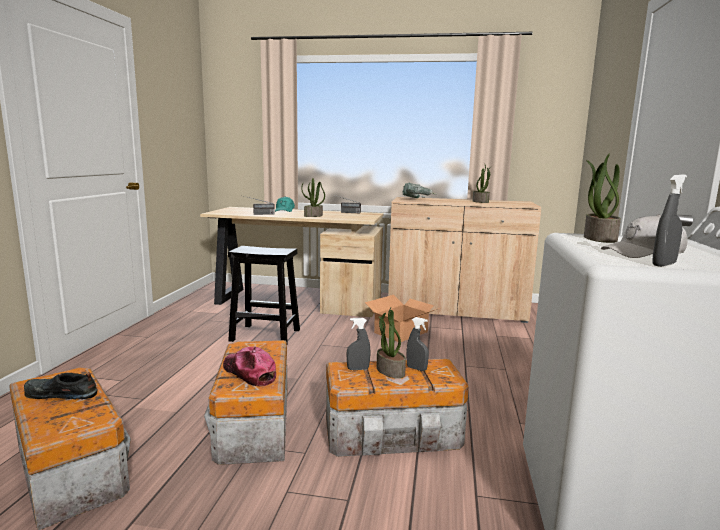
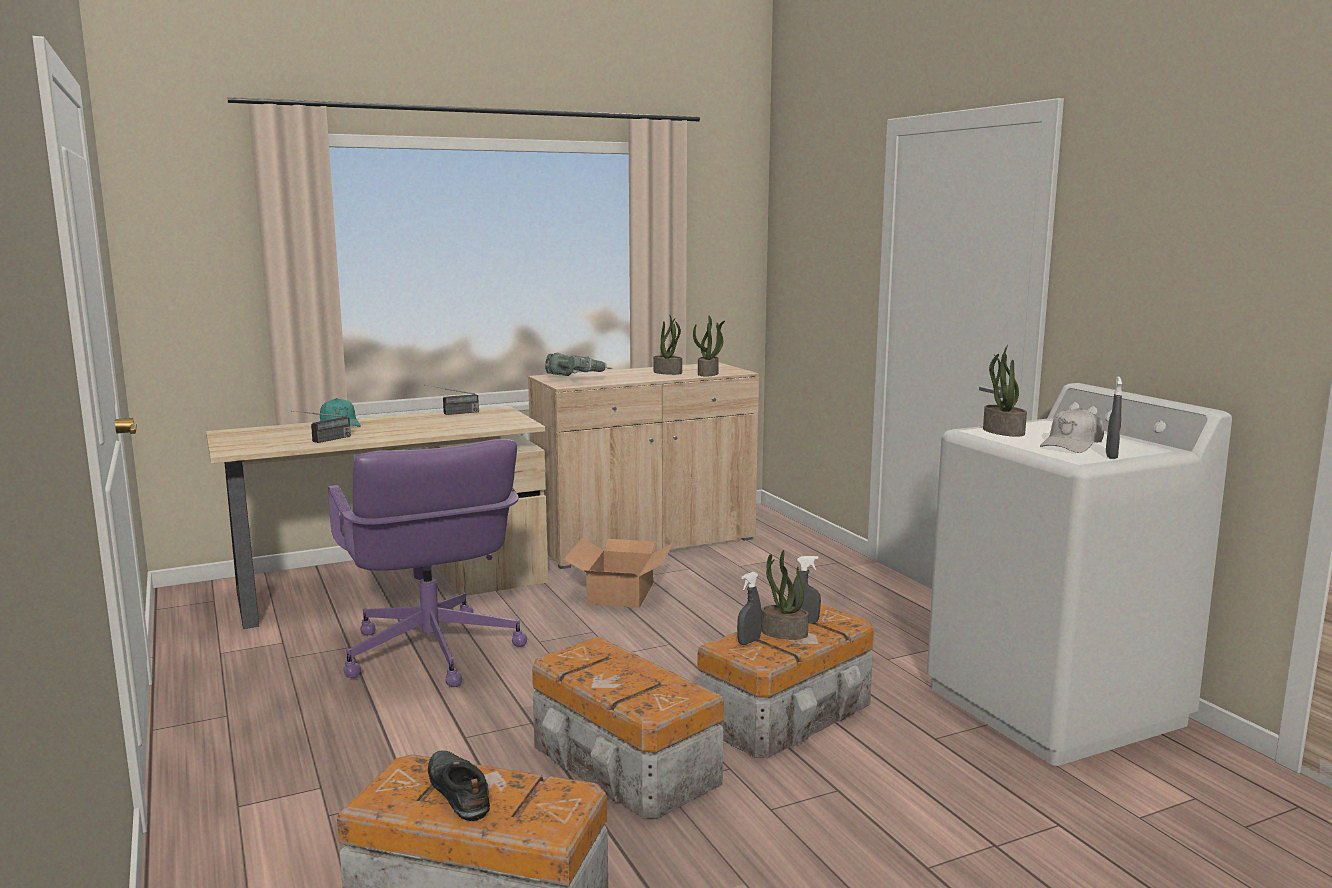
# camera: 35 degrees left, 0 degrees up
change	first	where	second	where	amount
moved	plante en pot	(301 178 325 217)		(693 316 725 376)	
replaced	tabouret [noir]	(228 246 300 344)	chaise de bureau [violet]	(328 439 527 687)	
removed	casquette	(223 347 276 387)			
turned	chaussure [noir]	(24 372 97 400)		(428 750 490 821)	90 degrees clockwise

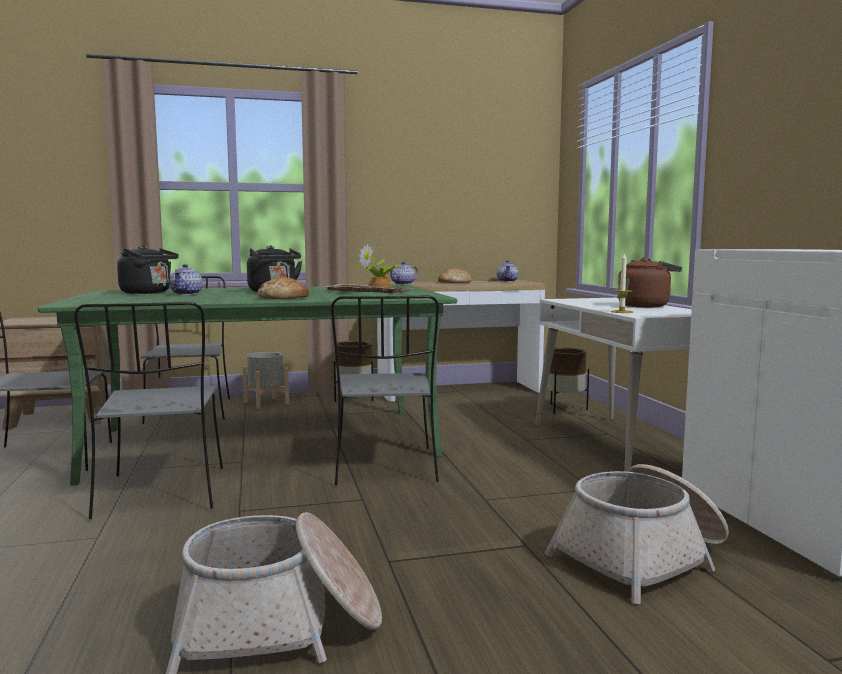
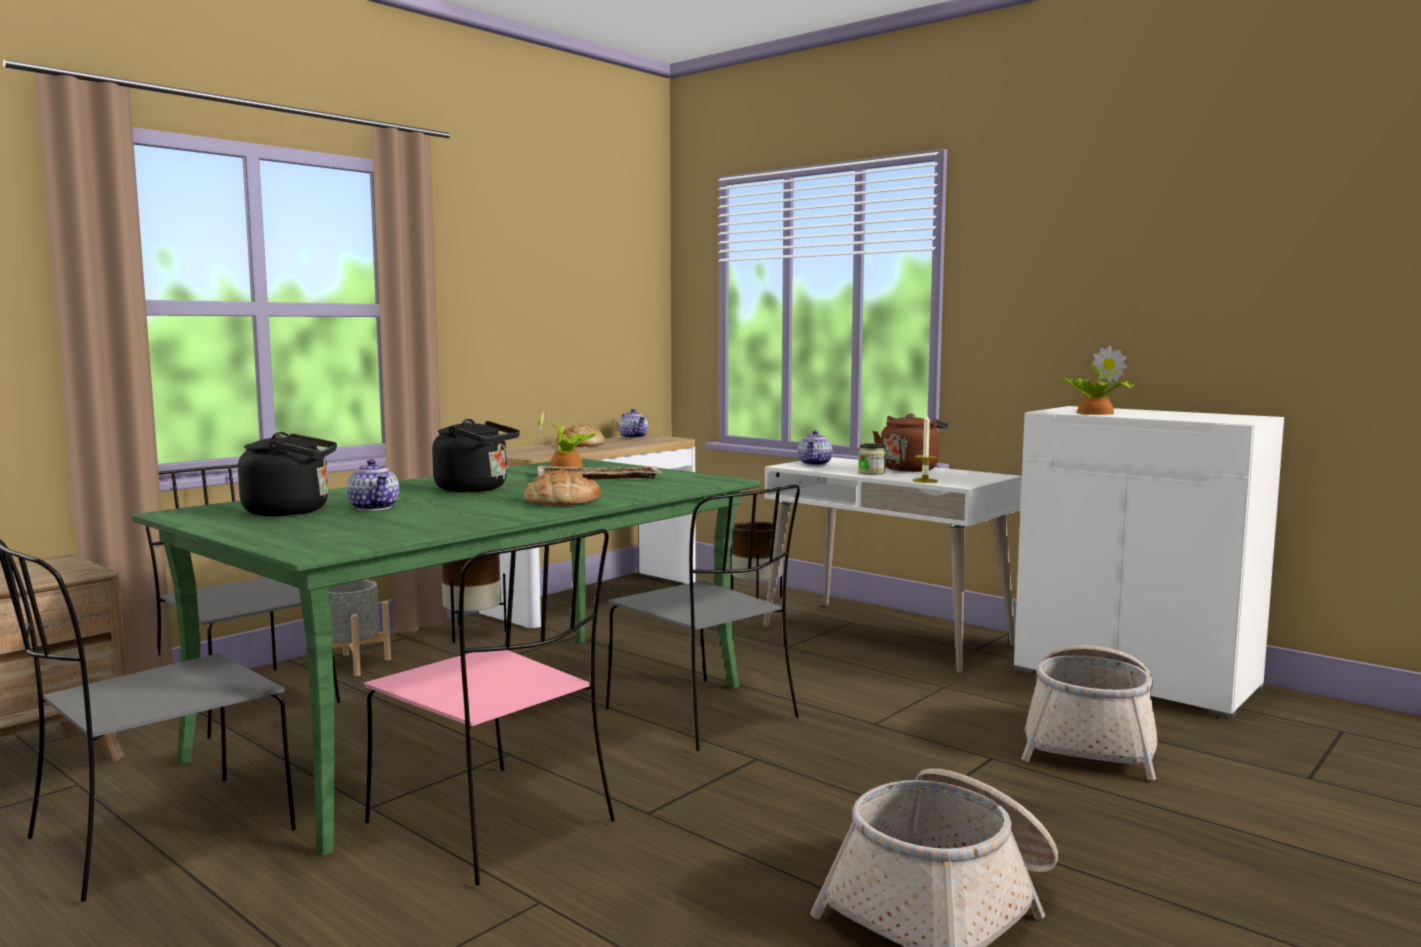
# camera: 35 degrees left, 0 degrees up
change	first	where	second	where	amount
moved	théière	(390 262 419 285)		(798 431 832 466)	
recoloured	chaise [gris]	(74 302 223 519)	chaise [rose]	(364 529 615 886)	
added			plante en pot	(1057 345 1134 415)	
added			bocal	(858 443 886 475)	

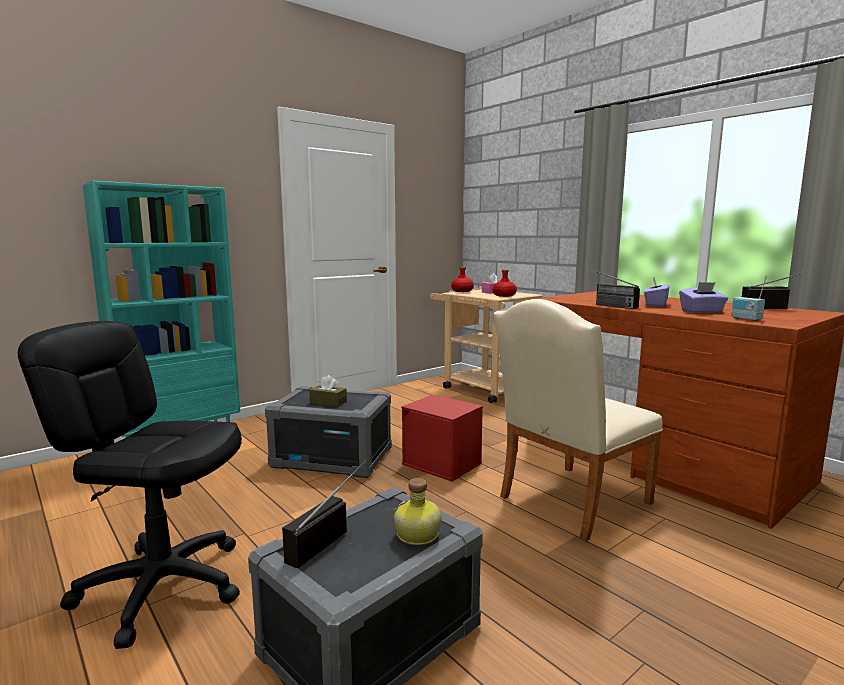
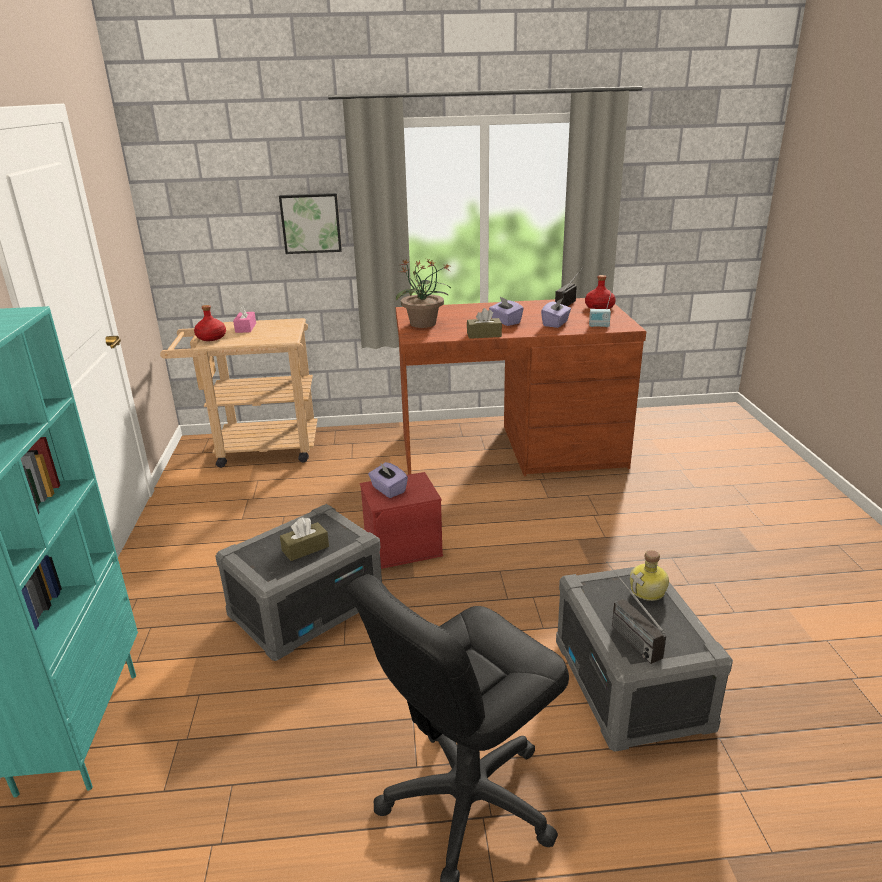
# camera: 55 degrees left, 15 degrees up
change	first	where	second	where	amount
replaced	radio	(584 267 640 309)	boîte à mouchoirs [marron]	(467 308 502 339)	
moved	bouteille [rouge]	(493 270 517 297)		(585 275 616 309)	
removed	chaise [beige]	(493 299 663 542)			
added			tableau	(279 193 342 254)	
added			plante en pot	(396 259 451 328)	
added			boîte à mouchoirs [violet]	(368 462 408 498)	

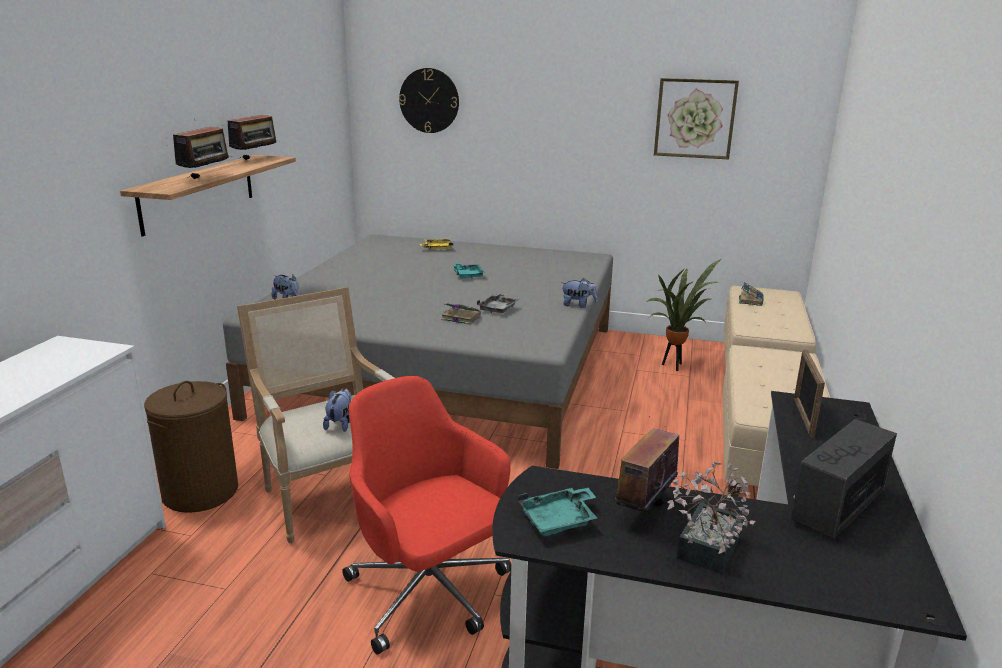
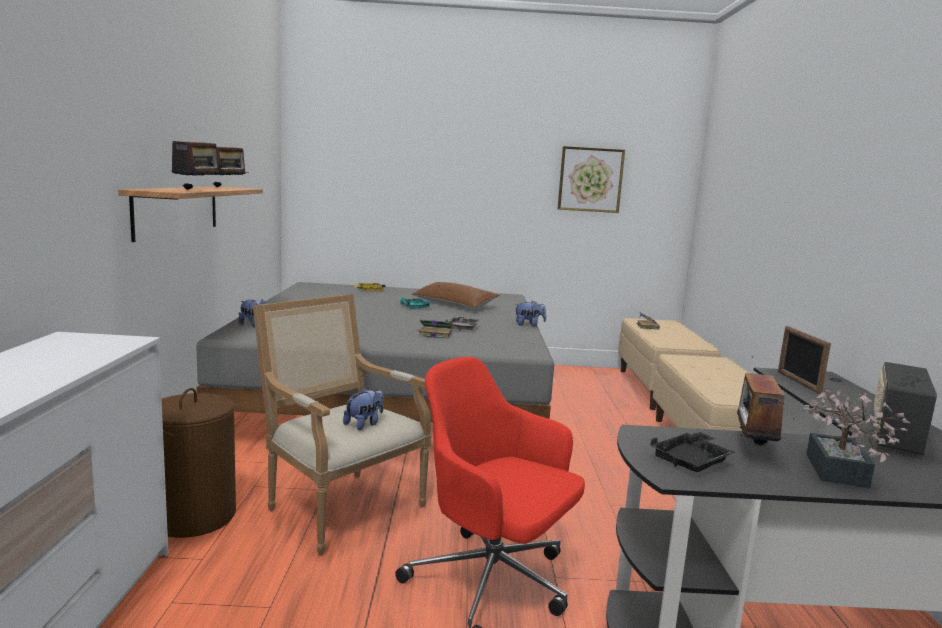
# camera: 15 degrees left, 10 degrees down
change	first	where	second	where	amount
removed	horloge murale	(399 68 459 133)			
removed	plante en pot	(646 259 721 371)			
turned	peluche	(323 388 351 432)		(343 388 383 430)	45 degrees clockwise
recoloured	plateau [turquoise]	(518 487 597 536)	plateau [noir]	(651 432 735 472)	
added			coussin [marron]	(412 282 500 309)	

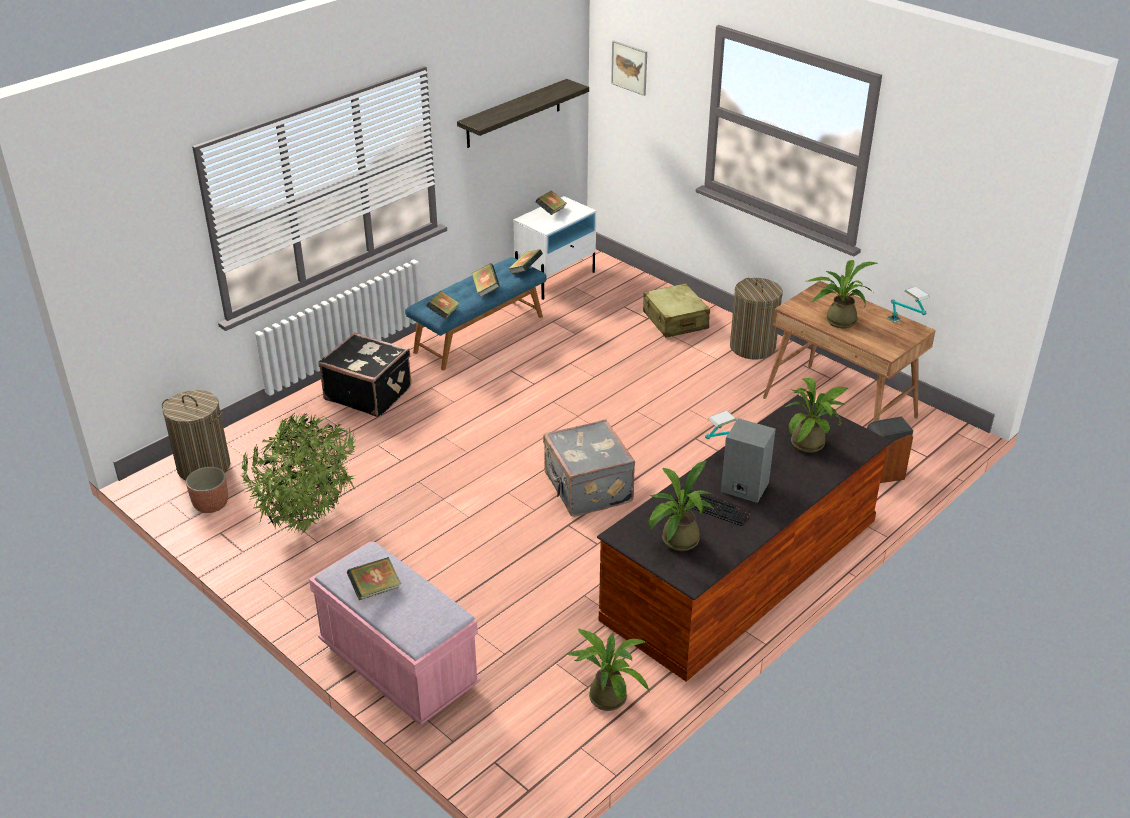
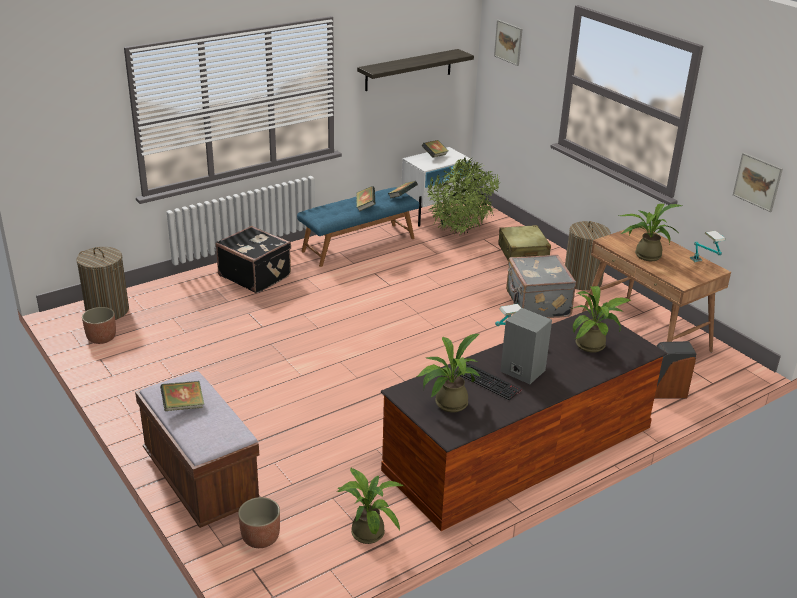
# camera: 10 degrees right, 5 degrees down
change	first	where	second	where	amount
removed	livre	(426 291 460 319)			
moved	plante en pot	(242 413 356 535)		(427 158 500 235)	
moved	valise [gris]	(543 419 635 517)		(506 255 576 319)	
recoloured	banc [rose]	(309 541 481 725)	banc [marron]	(135 371 261 528)	
added			tableau	(733 153 783 212)	
added			cache-pot	(238 497 280 548)	

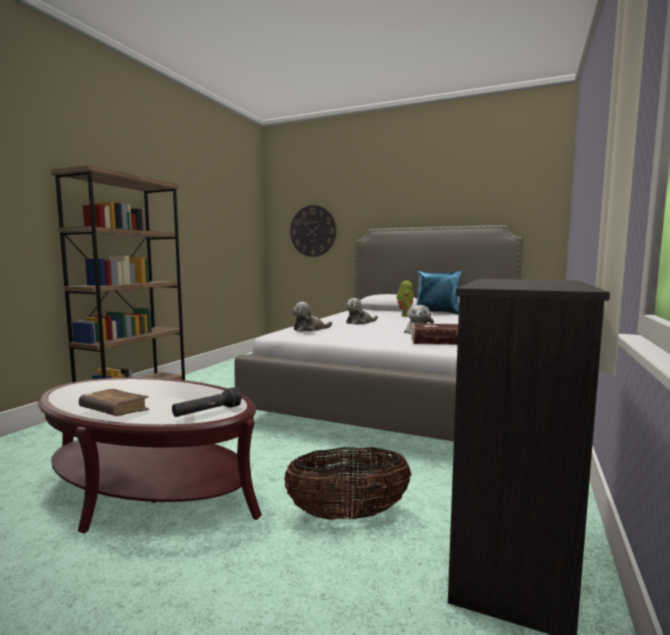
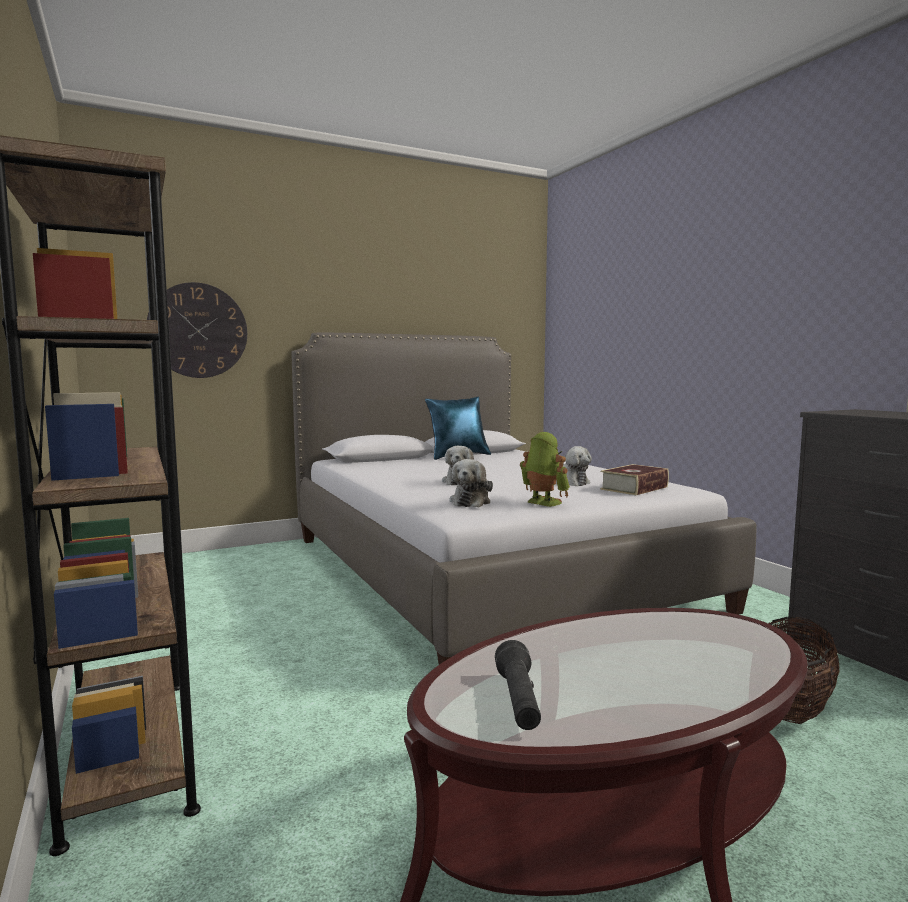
# camera: 50 degrees left, 0 degrees up
change	first	where	second	where	amount
moved	robot jouet	(396 280 414 317)		(520 432 570 507)	
moved	lampe de poche [noir]	(172 387 241 417)		(495 640 541 730)	
removed	livre [marron]	(79 389 149 416)			

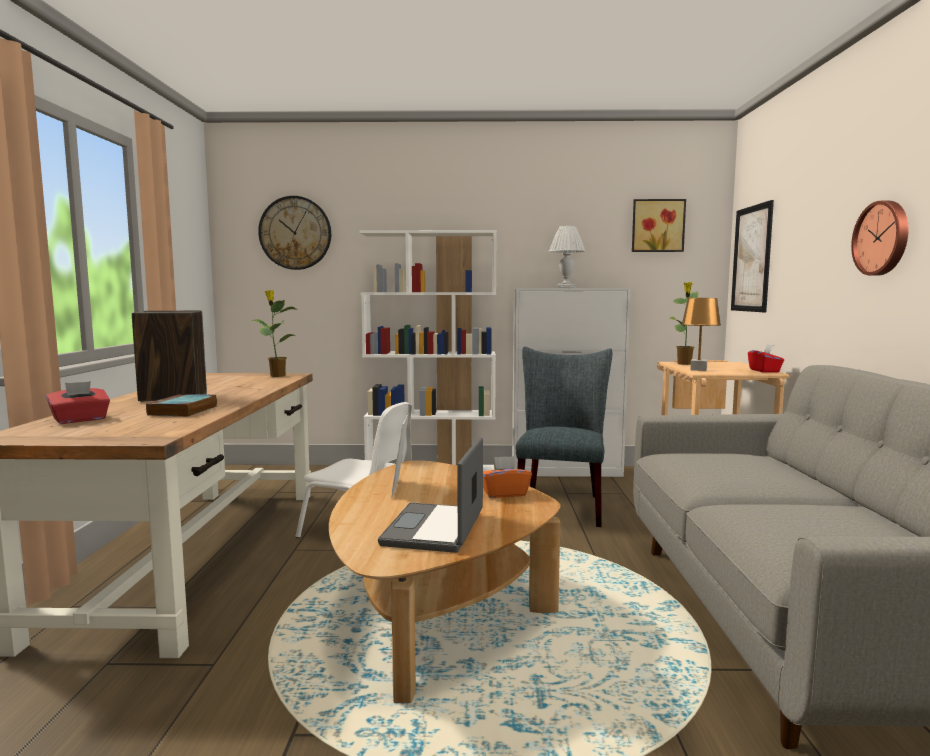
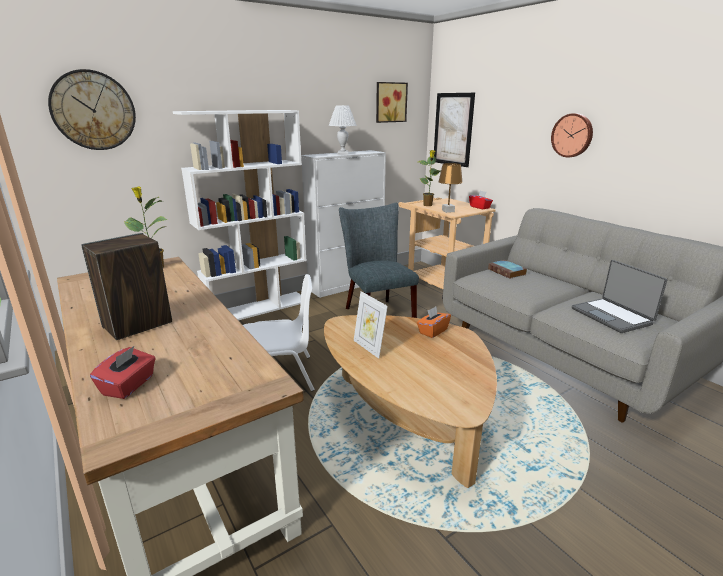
# camera: 35 degrees left, 15 degrees up
change	first	where	second	where	amount
moved	livre	(146 394 217 417)		(488 260 527 279)	
moved	ordinateur portable	(378 437 483 553)		(572 260 667 333)	

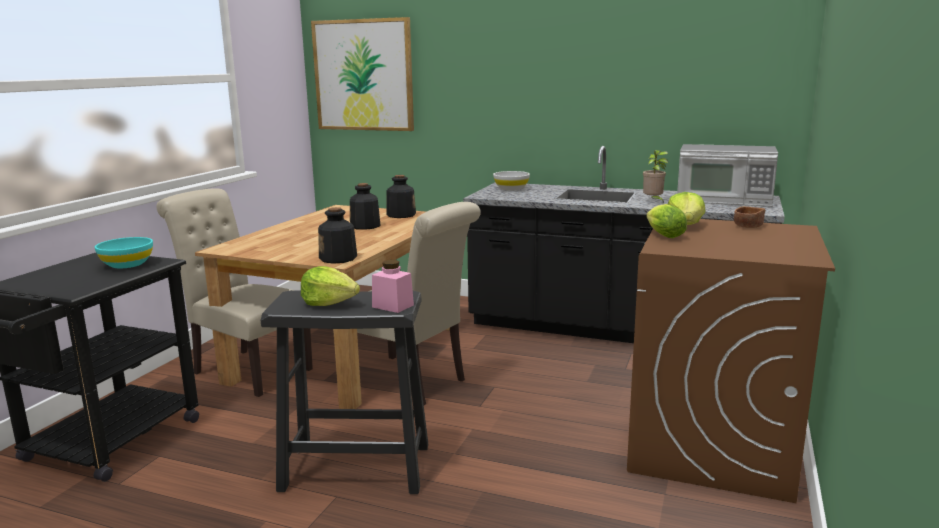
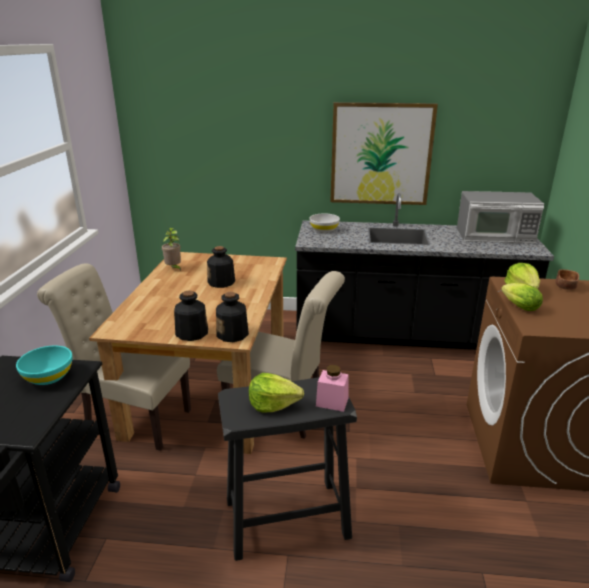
# camera: 15 degrees left, 10 degrees up
change	first	where	second	where	amount
moved	tableau	(311 17 414 131)		(330 102 438 205)	
moved	plante en pot	(643 150 668 203)		(162 228 181 271)	
moved	bouteille	(386 175 416 218)		(174 290 208 341)	

